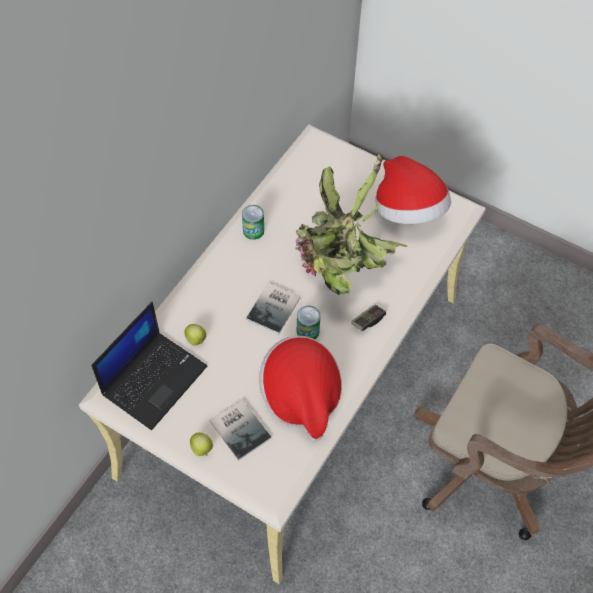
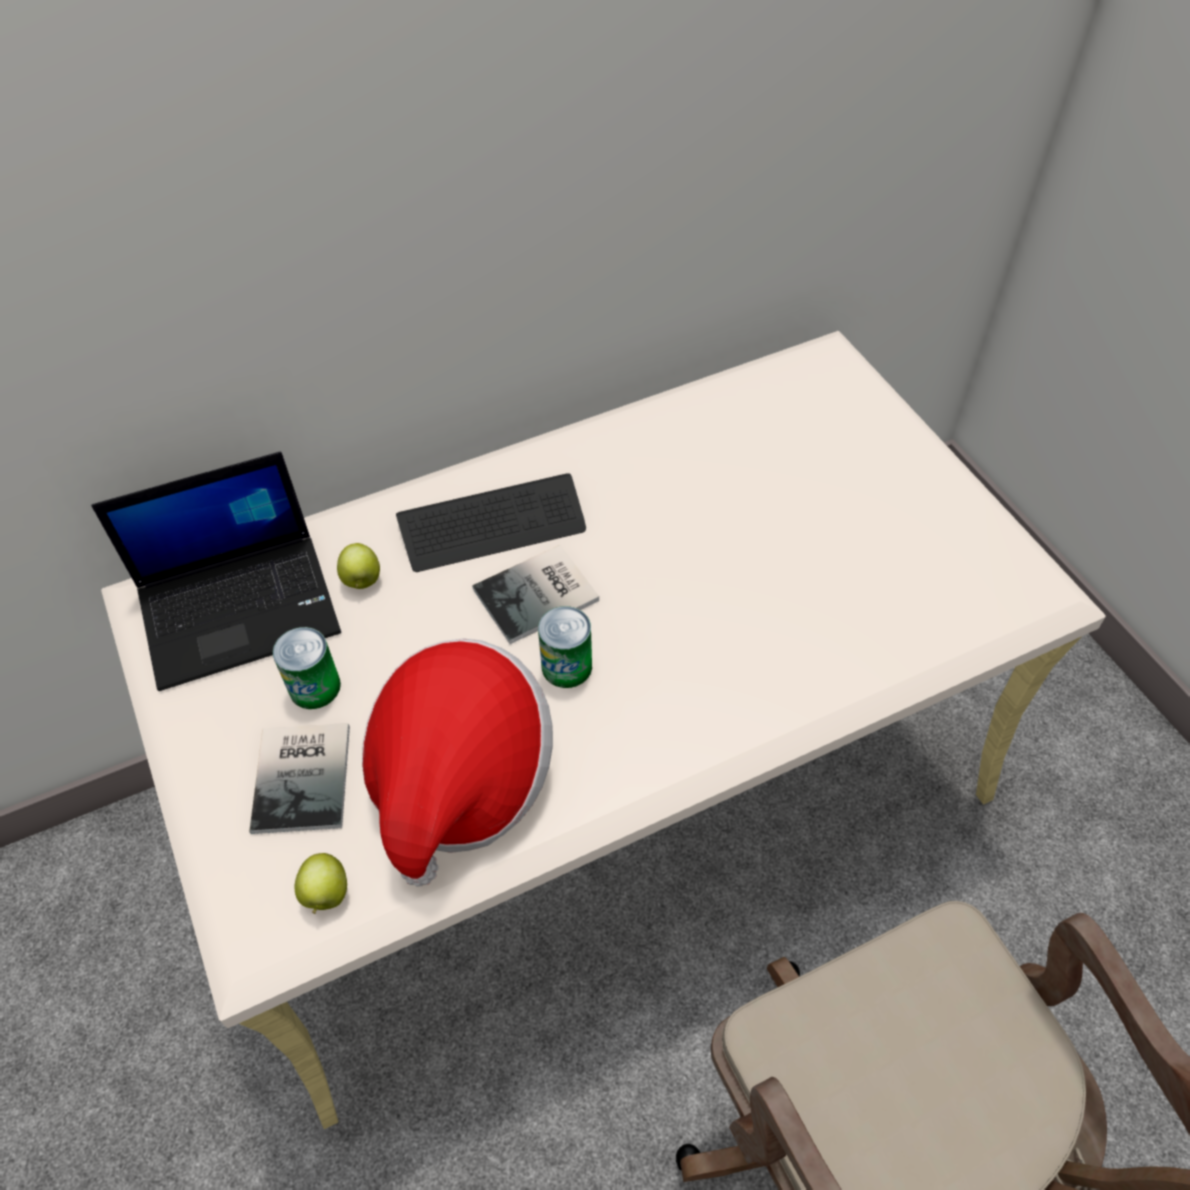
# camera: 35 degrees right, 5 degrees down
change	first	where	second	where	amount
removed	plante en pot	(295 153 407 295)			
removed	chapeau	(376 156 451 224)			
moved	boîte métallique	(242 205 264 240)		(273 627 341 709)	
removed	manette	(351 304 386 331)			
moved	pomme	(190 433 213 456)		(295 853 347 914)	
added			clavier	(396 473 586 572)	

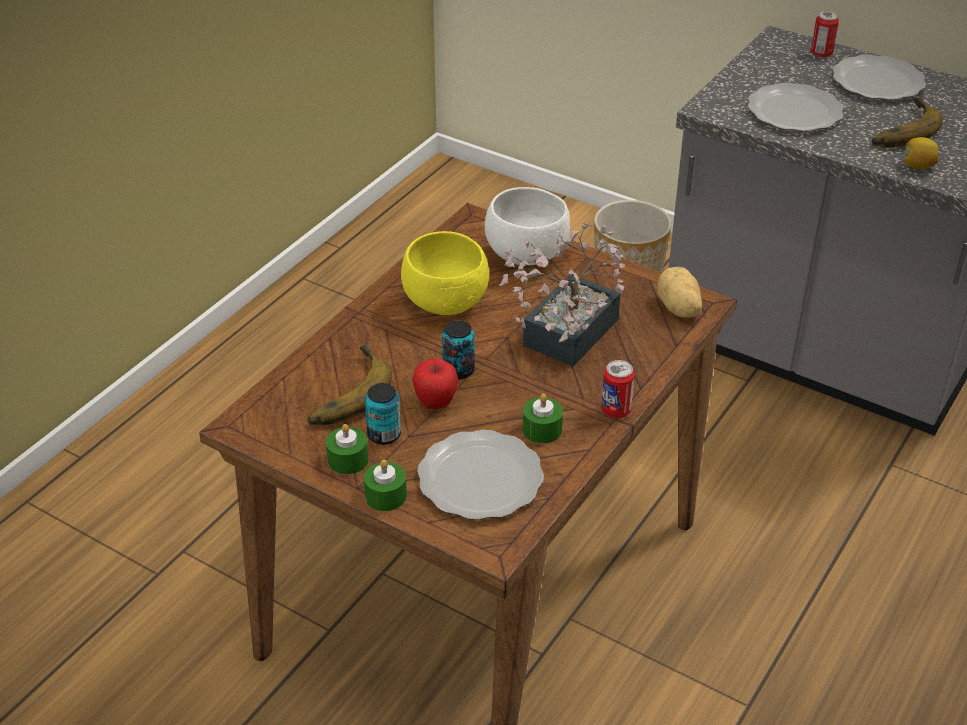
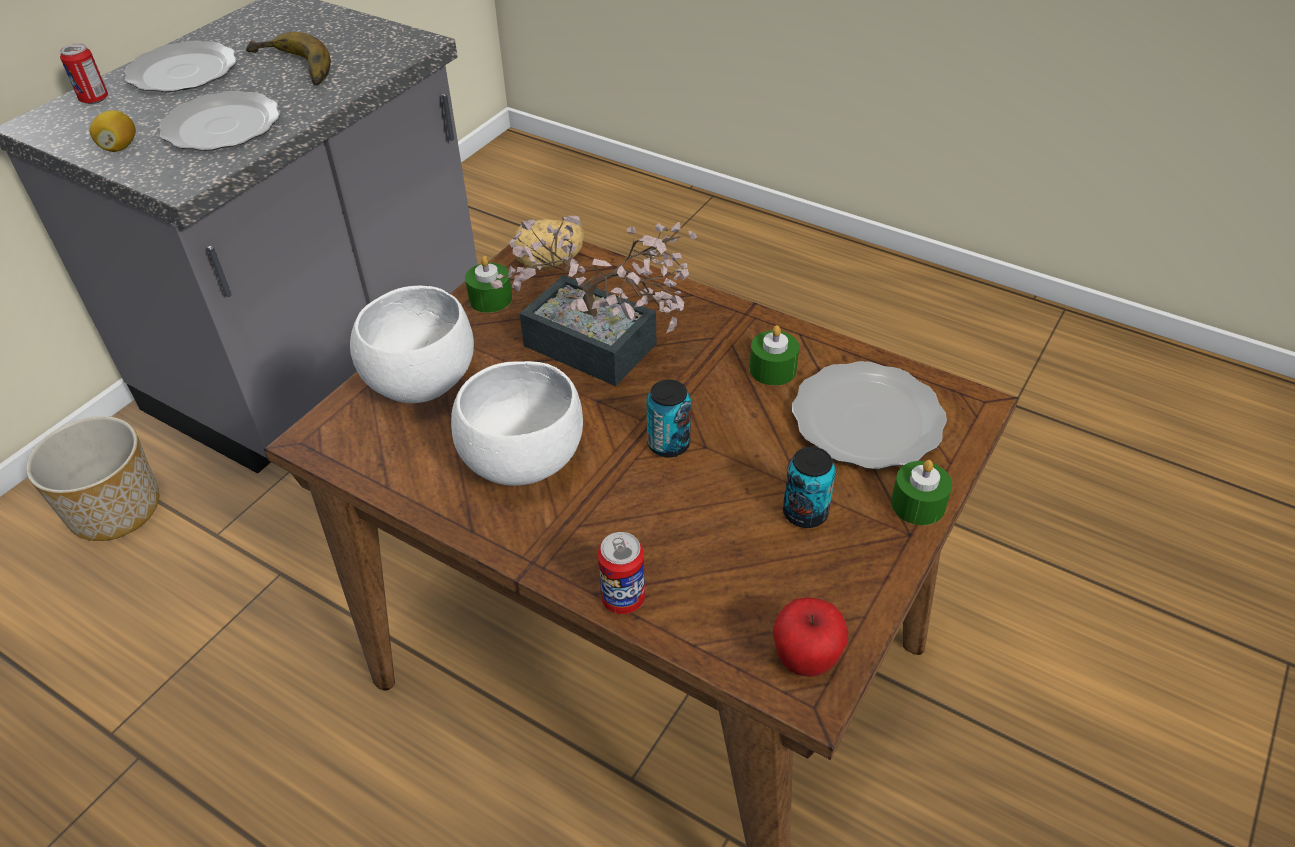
# camera: 90 degrees left, 5 degrees up
change	first	where	second	where	amount
moved	citron	(904 137 938 169)		(89 110 136 152)	
recoloured	bol [jaune]	(401 231 489 315)	bol [blanc]	(451 361 583 486)	
removed	banane	(307 345 392 425)			
moved	pomme	(412 358 458 409)		(773 597 848 677)	
moved	boîte métallique	(601 360 635 418)		(598 532 645 614)	
moved	bougie [vert]	(326 424 368 474)		(465 256 512 313)	

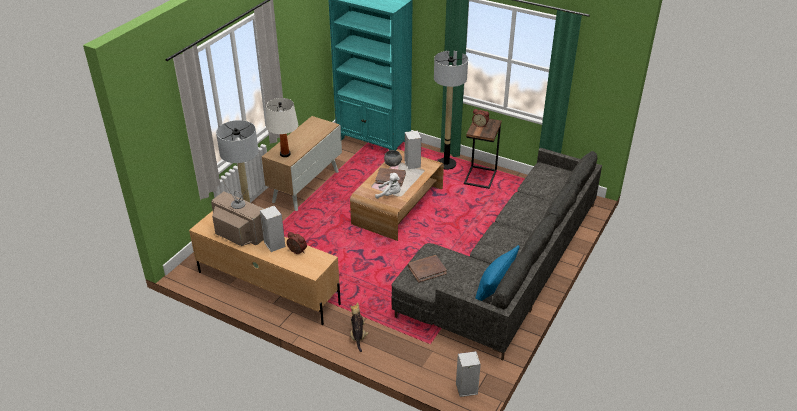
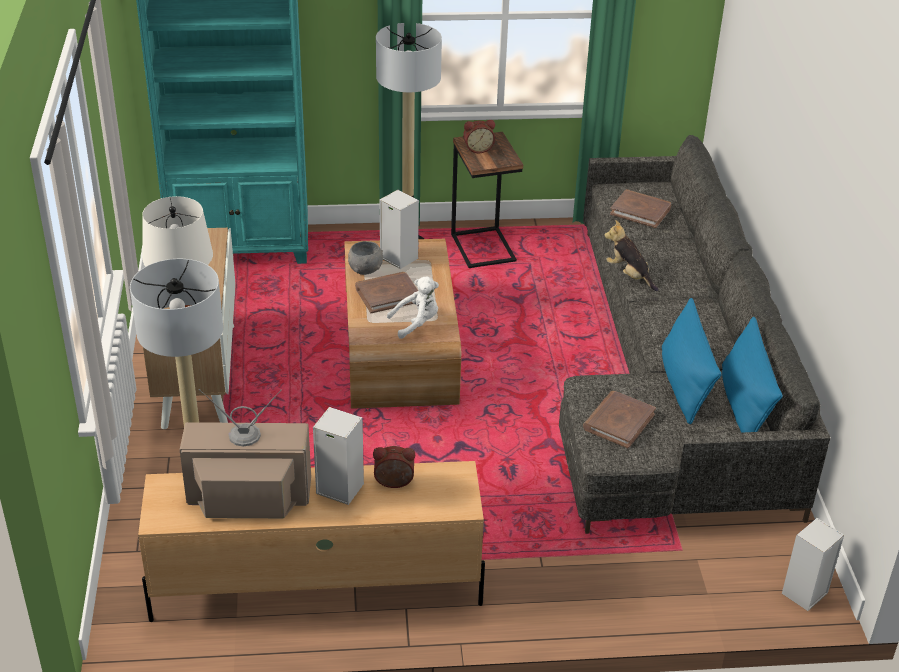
# camera: 35 degrees left, 0 degrees up
change	first	where	second	where	amount
moved	peluche	(350 302 368 352)		(604 220 659 292)	
added			livre [marron]	(610 189 671 228)	
added			coussin [bleu]	(662 298 722 424)	

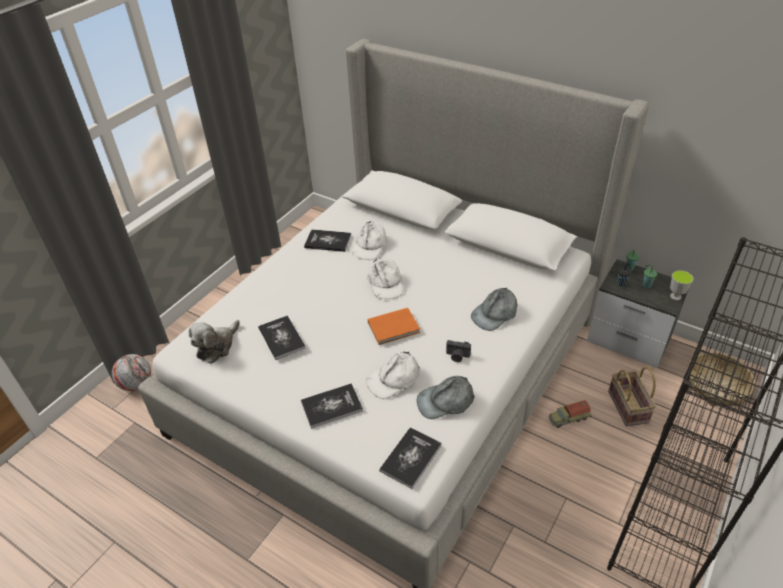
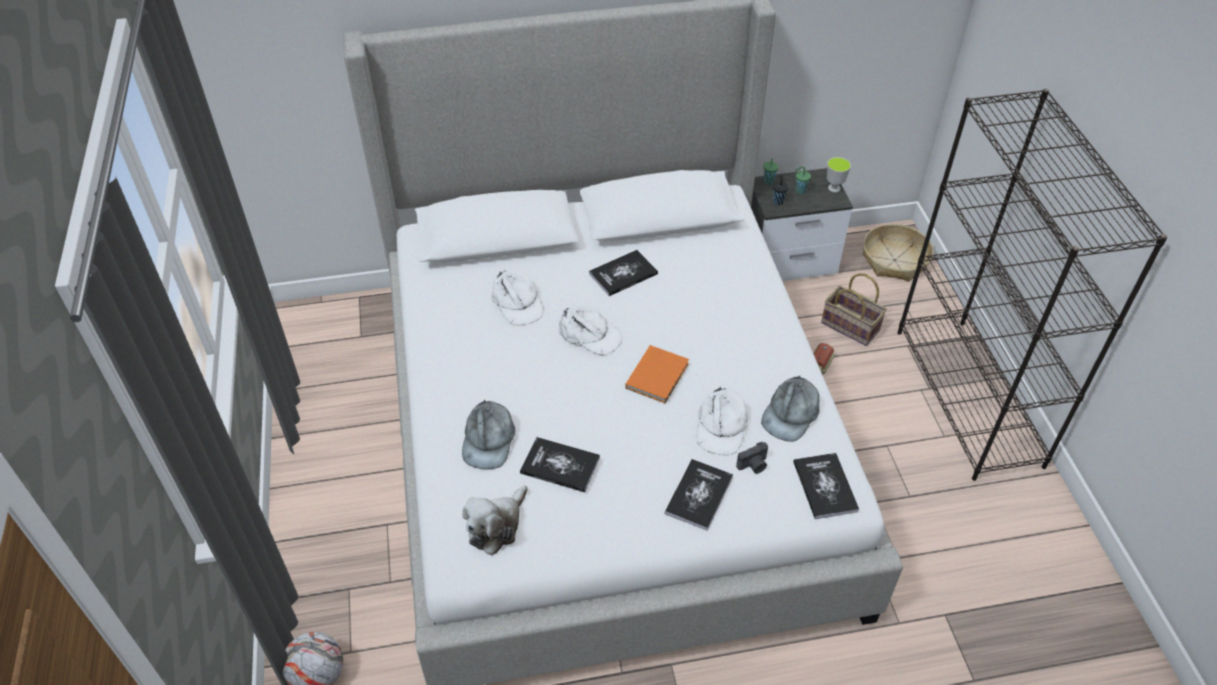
# camera: 45 degrees left, 5 degrees up
change	first	where	second	where	amount
moved	livre	(304 229 351 252)		(589 250 658 296)	
moved	casquette [gris]	(471 288 517 331)		(462 400 515 469)	
turned	peluche	(189 320 240 364)		(462 485 527 556)	45 degrees clockwise
moved	appareil photo	(446 340 471 362)		(736 442 768 474)	

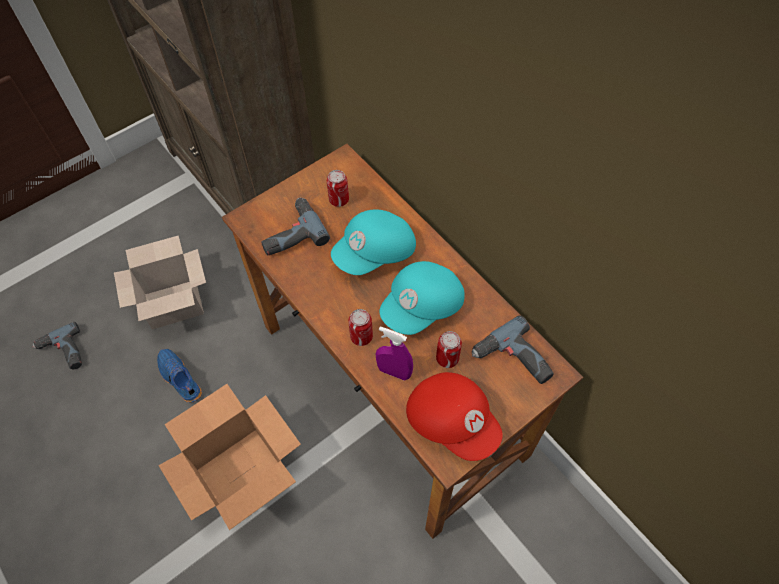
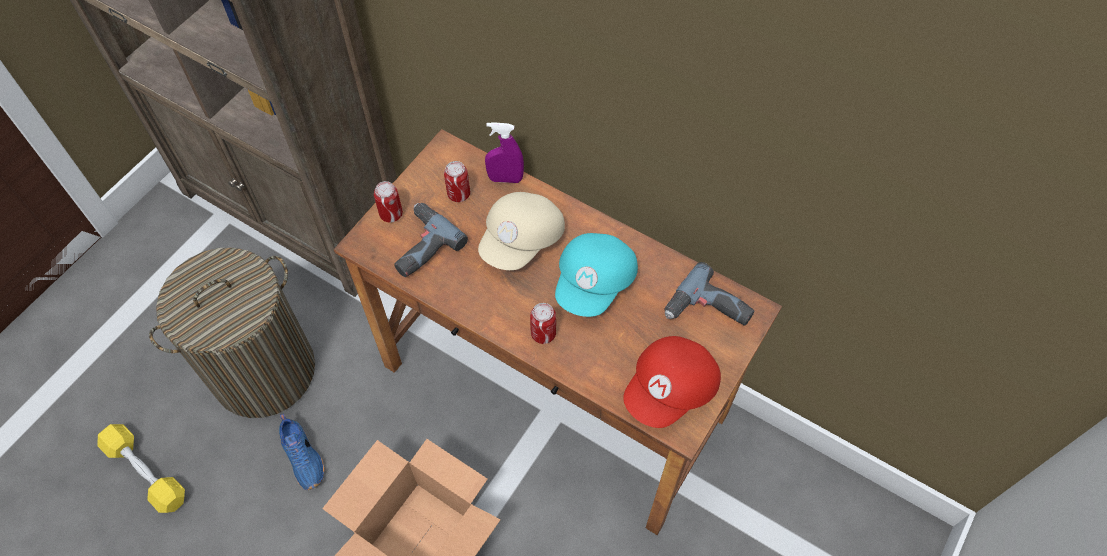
# camera: 20 degrees left, 0 degrees up
change	first	where	second	where	amount
recoloured	casquette [turquoise]	(331 209 416 275)	casquette [beige]	(478 192 565 270)	
replaced	carton	(114 235 206 329)	panier à linge	(149 248 315 418)	
replaced	perceuse	(32 322 82 369)	haltère [jaune]	(98 424 185 513)	
moved	vaporisateur [violet]	(376 326 413 380)		(485 122 524 183)	
moved	boîte métallique	(436 331 462 368)		(374 181 403 222)	
turned	chaussure [bleu]	(157 349 202 403)		(279 414 325 490)	150 degrees counterclockwise
turned	casquette [rouge]	(406 372 503 461)		(623 336 721 428)	105 degrees clockwise

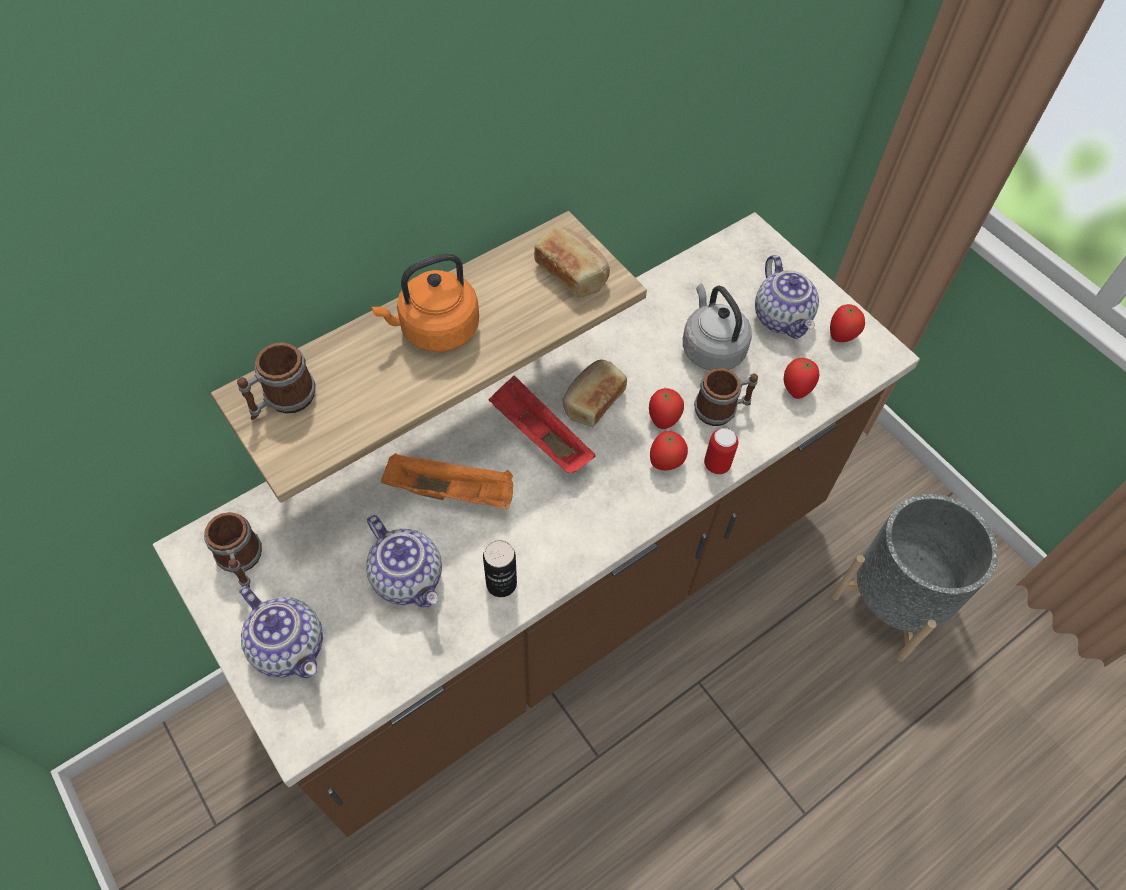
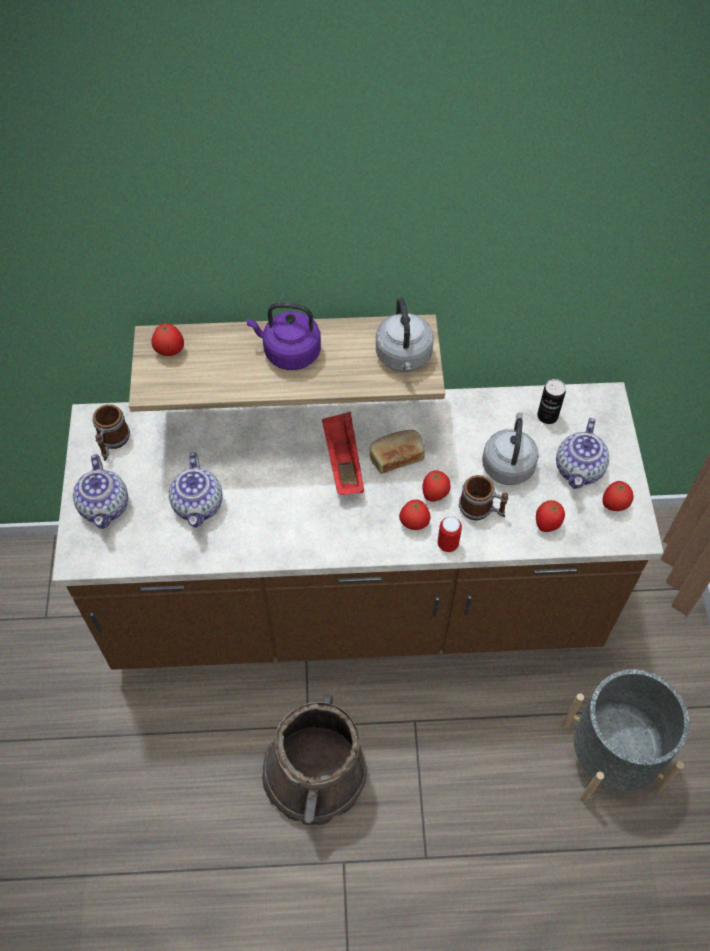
# camera: 35 degrees right, 0 degrees up
change	first	where	second	where	amount
replaced	pain	(534 226 610 298)	bouilloire [gris]	(376 297 434 372)	
recoloured	bouilloire [orange]	(371 253 479 352)	bouilloire [violet]	(247 302 321 370)	
replaced	mug	(237 343 315 420)	tomate	(151 323 184 356)	
removed	plateau [orange]	(381 453 513 509)			
moved	boîte métallique	(483 539 517 597)		(537 379 566 424)	
added			seau [marron]	(263 694 367 825)	

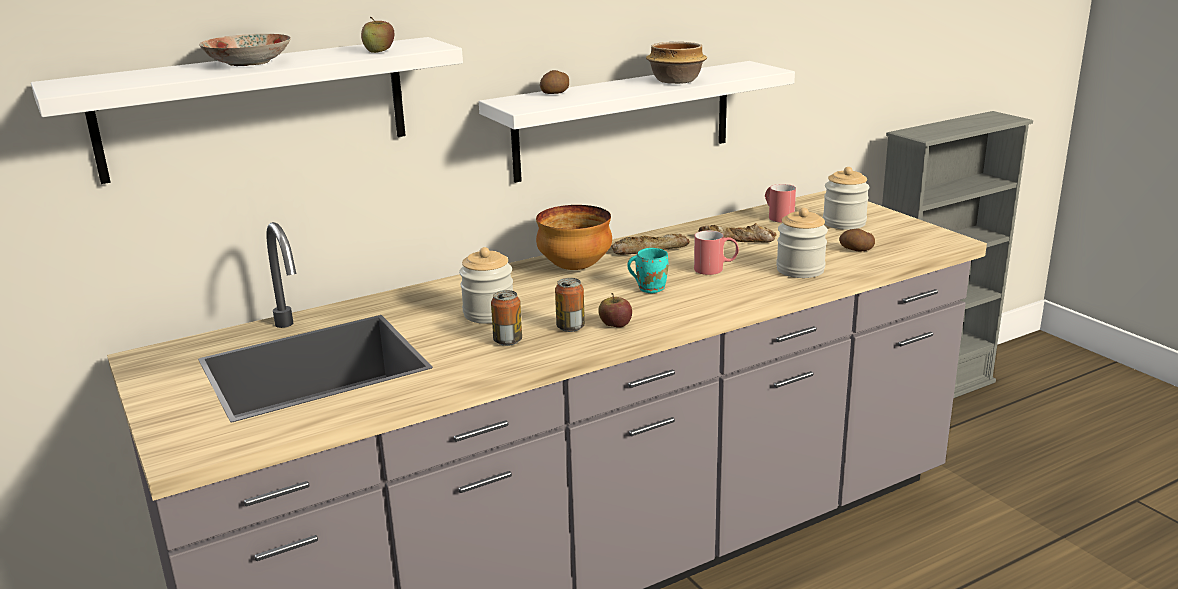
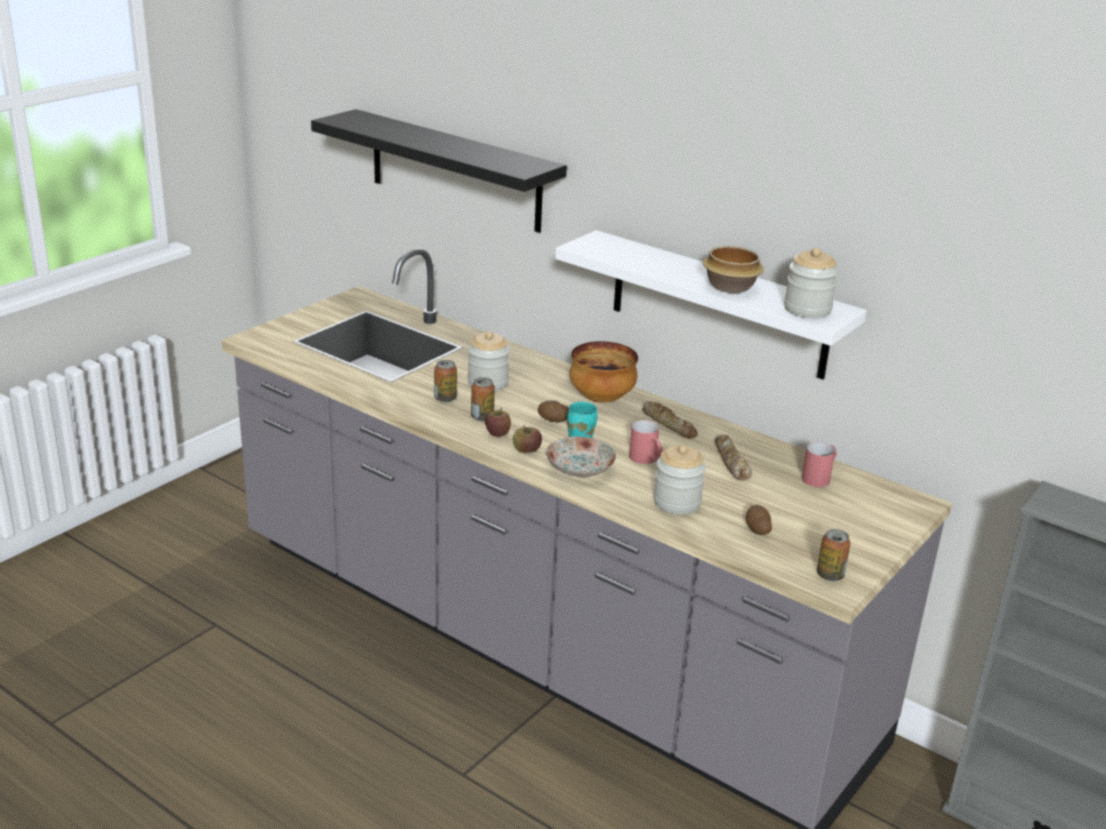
# camera: 65 degrees right, 5 degrees up
change	first	where	second	where	amount
moved	pomme	(361 17 394 53)		(513 425 542 453)	
moved	assiette	(199 34 291 66)		(546 437 616 478)	
recoloured	étagère [blanc]	(31 37 463 184)	étagère [noir]	(311 109 567 233)	
moved	pomme de terre	(540 70 569 94)		(538 400 569 422)	
moved	bocal	(823 167 870 230)		(784 248 838 318)	
added			boîte métallique	(817 529 851 581)	

